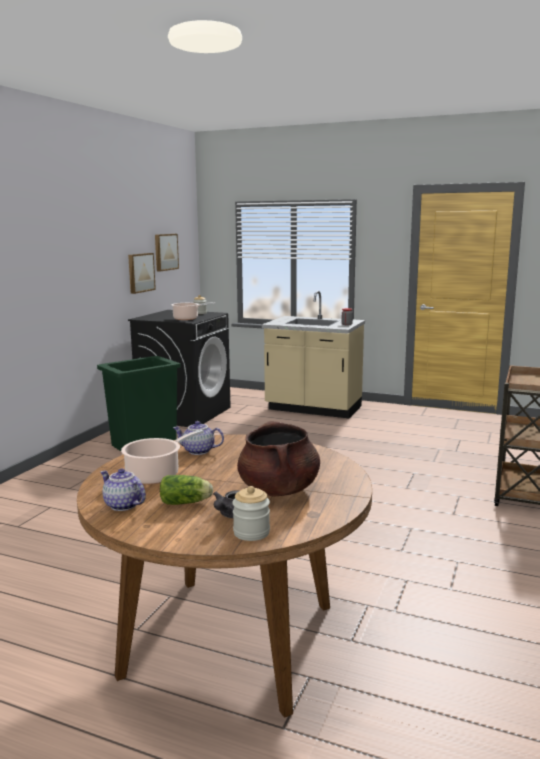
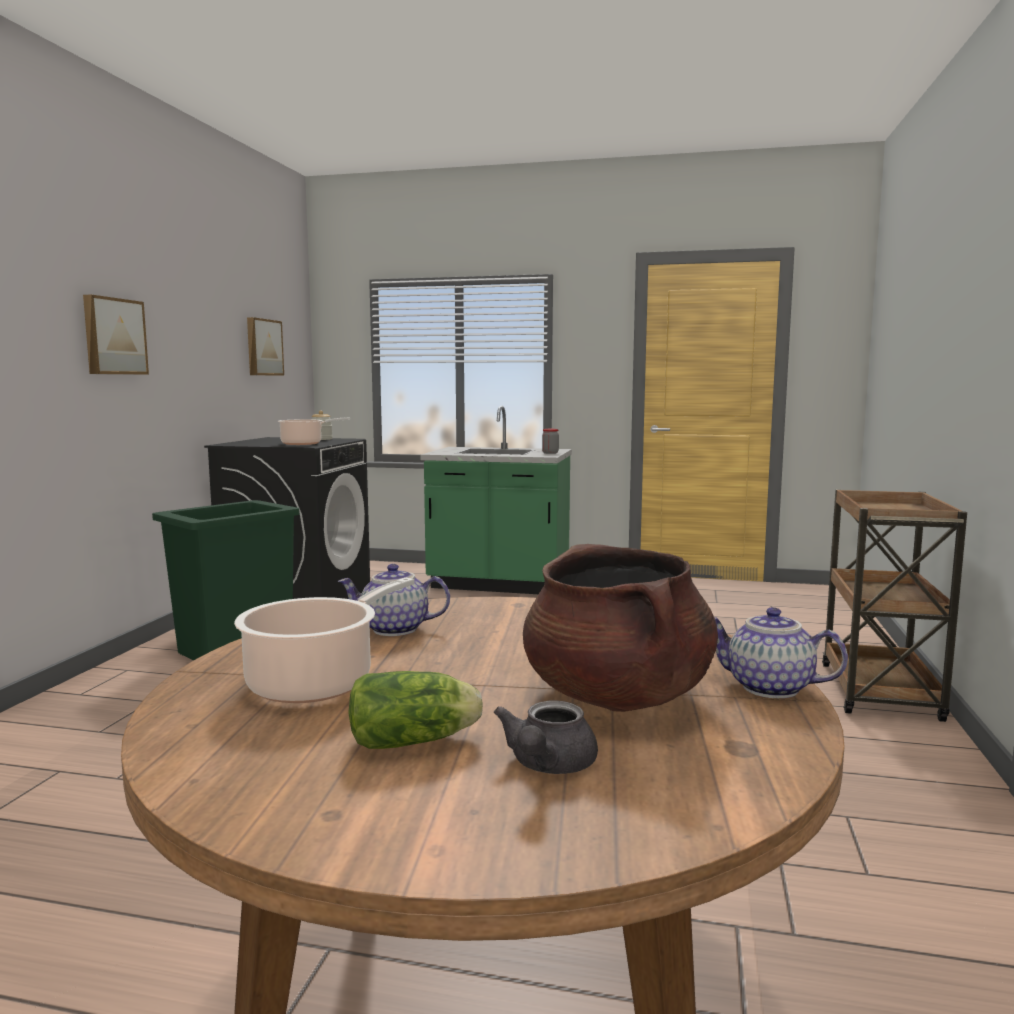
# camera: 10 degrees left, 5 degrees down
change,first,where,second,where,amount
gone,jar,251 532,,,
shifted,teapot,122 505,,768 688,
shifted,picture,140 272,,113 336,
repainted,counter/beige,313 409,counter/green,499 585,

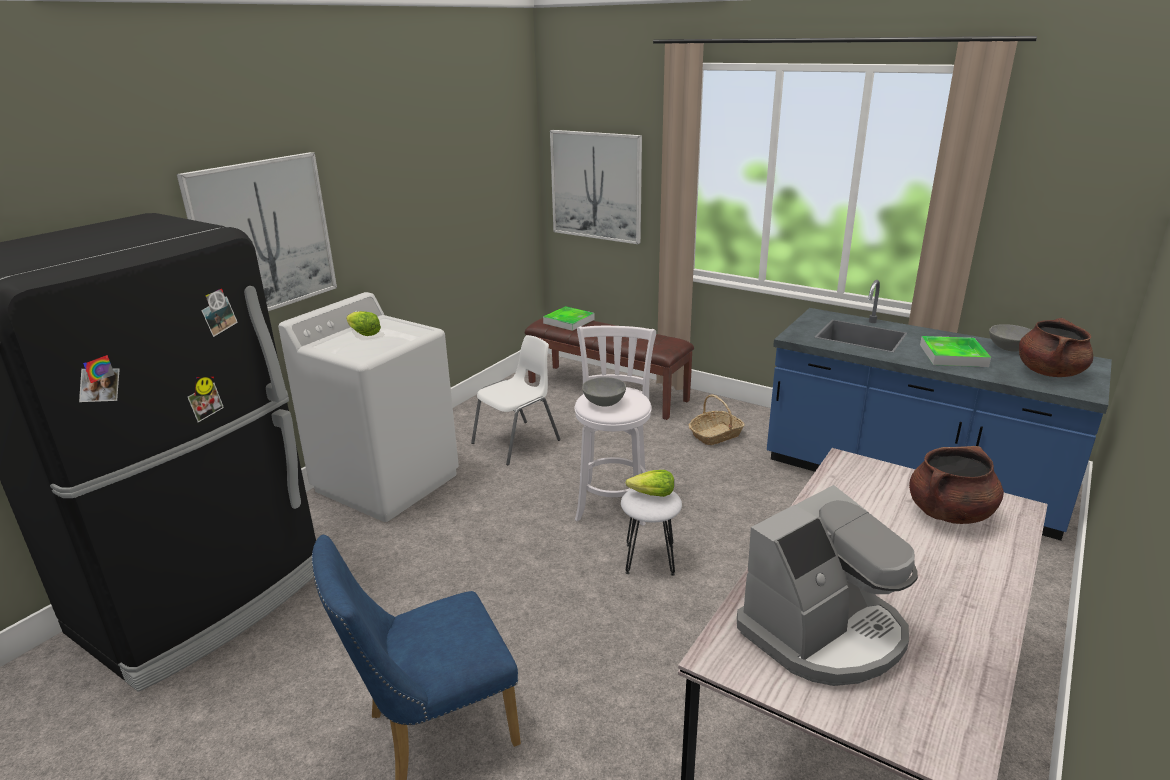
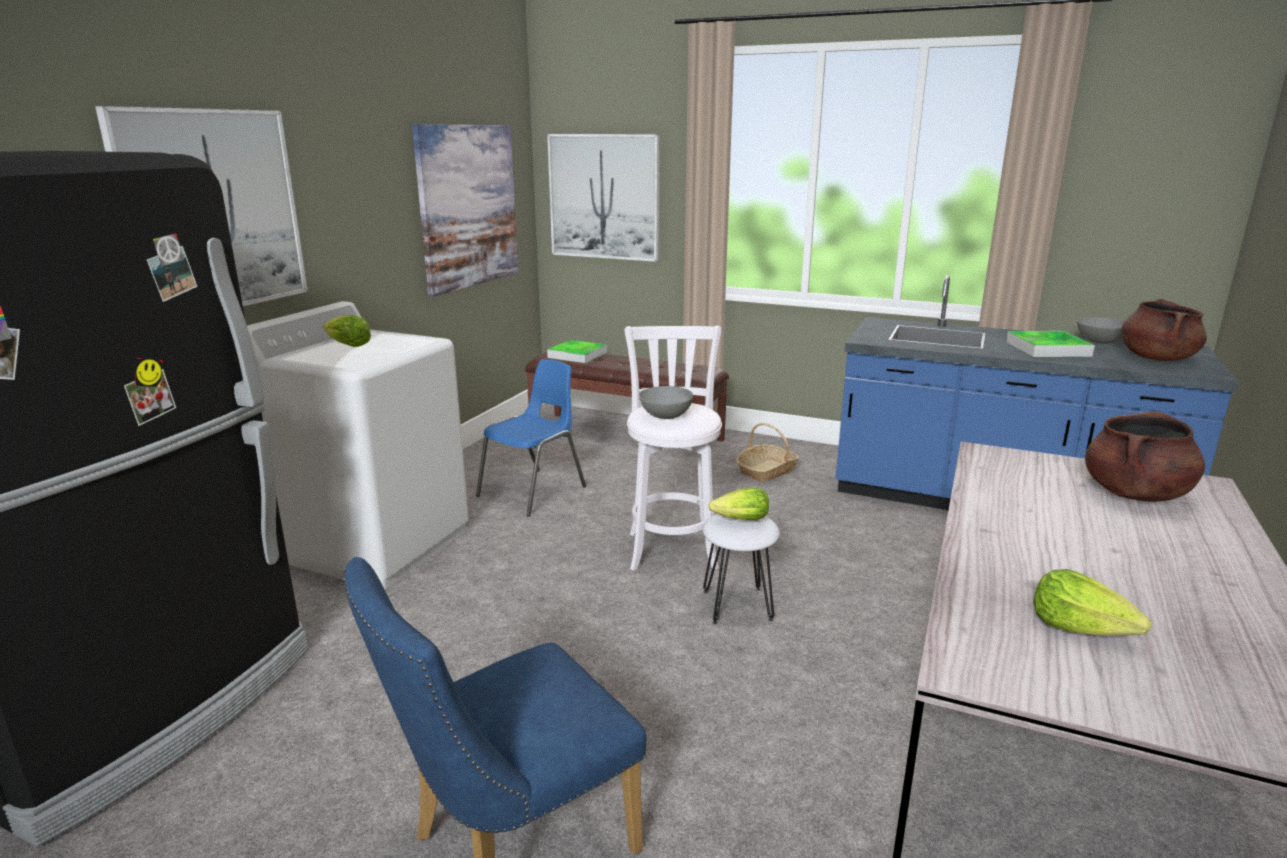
# camera: 10 degrees left, 5 degrees down
change,first,where,second,where,amount
new,,,picture,468 206,
swapped,coffee machine,824 632,lettuce,1080 628,
repainted,chair/white,518 442,chair/blue,534 491,

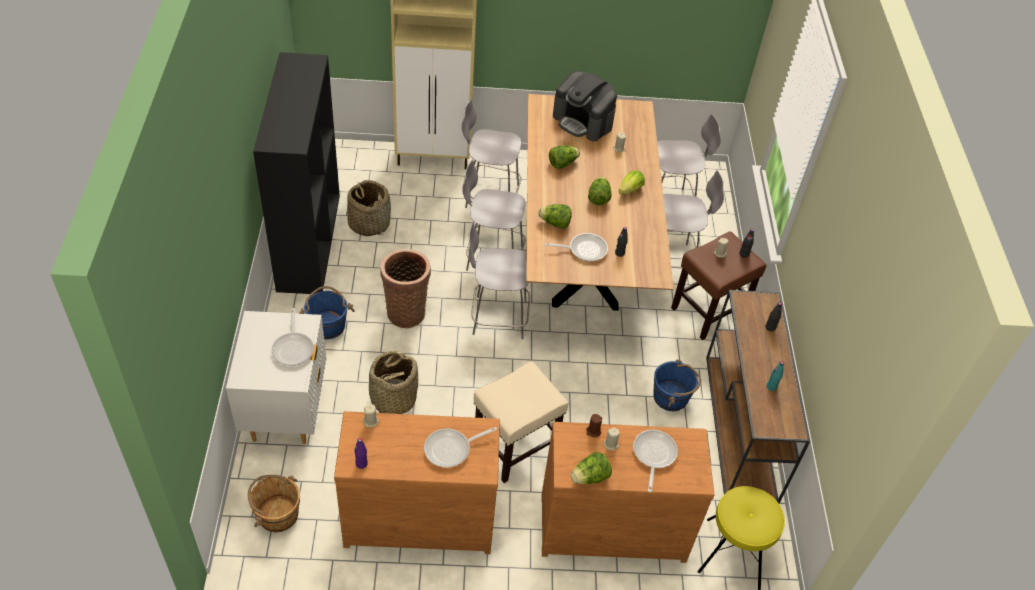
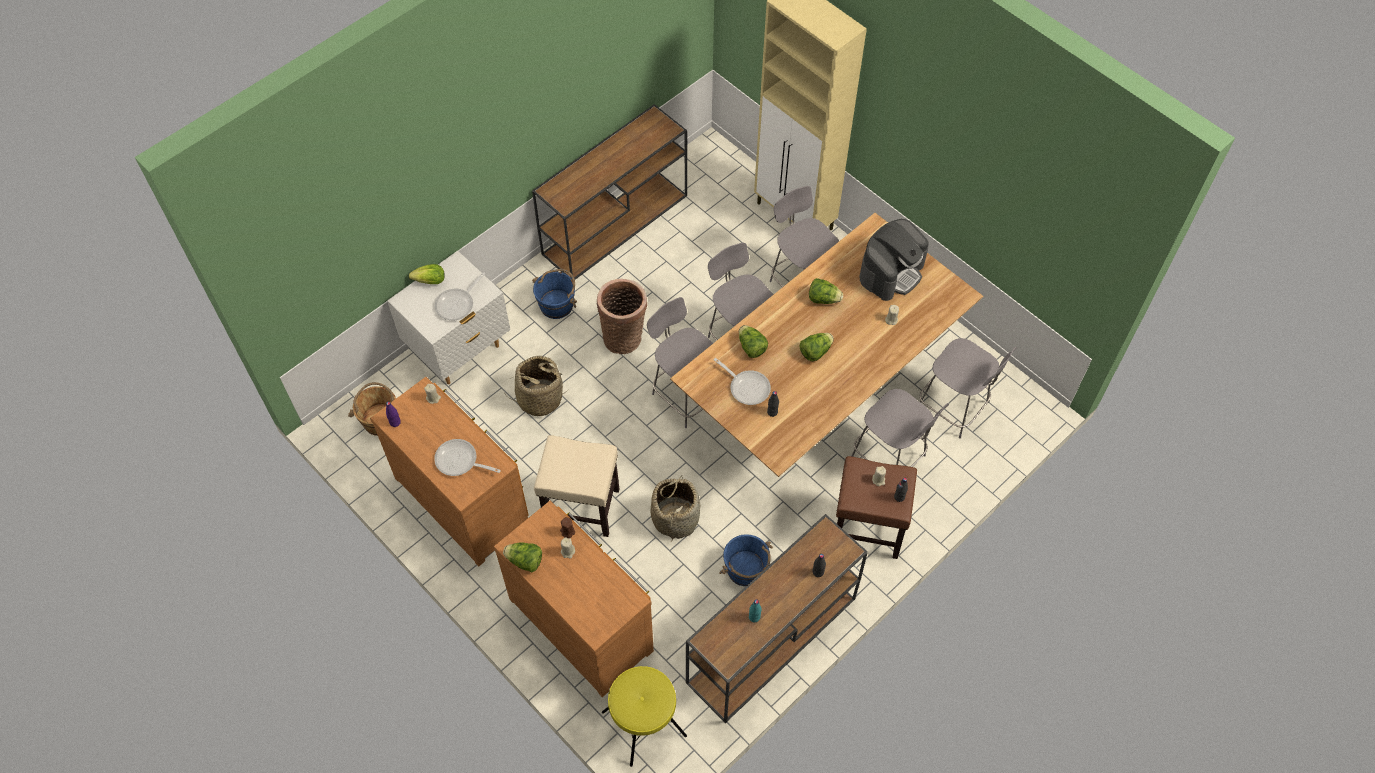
# camera: 50 degrees right, 10 degrees up
change,first,where,second,where,amount
gone,frying pan,653 455,,,
shifted,basket,369 223,,675 518,
shifted,lettuce,630 190,,430 281,
swapped,bookcase/black,308 241,console table/brown,616 223,
rotated,coffee machine,583 121,,891 272,135 degrees counterclockwise

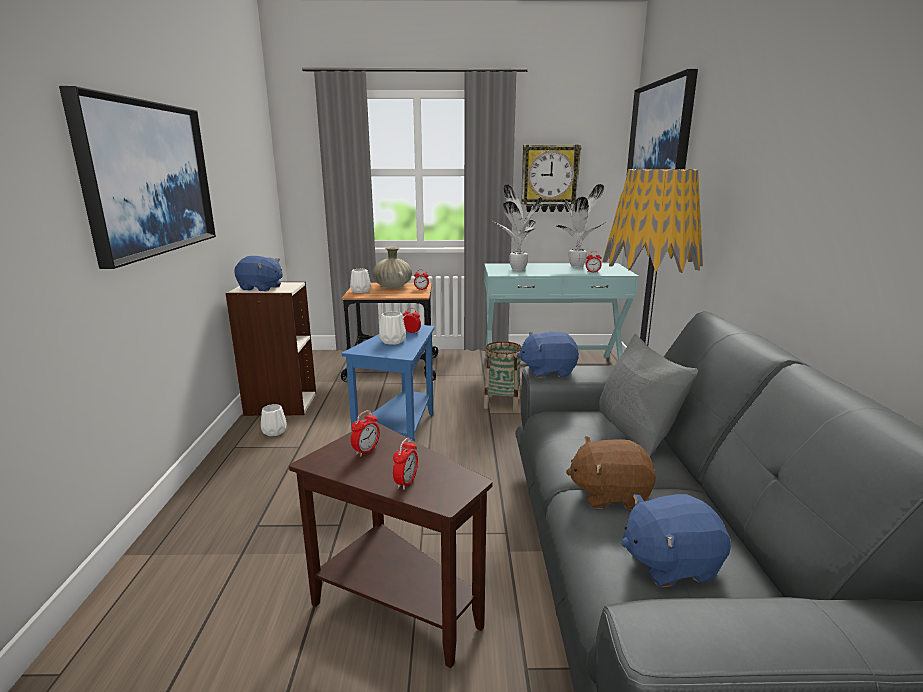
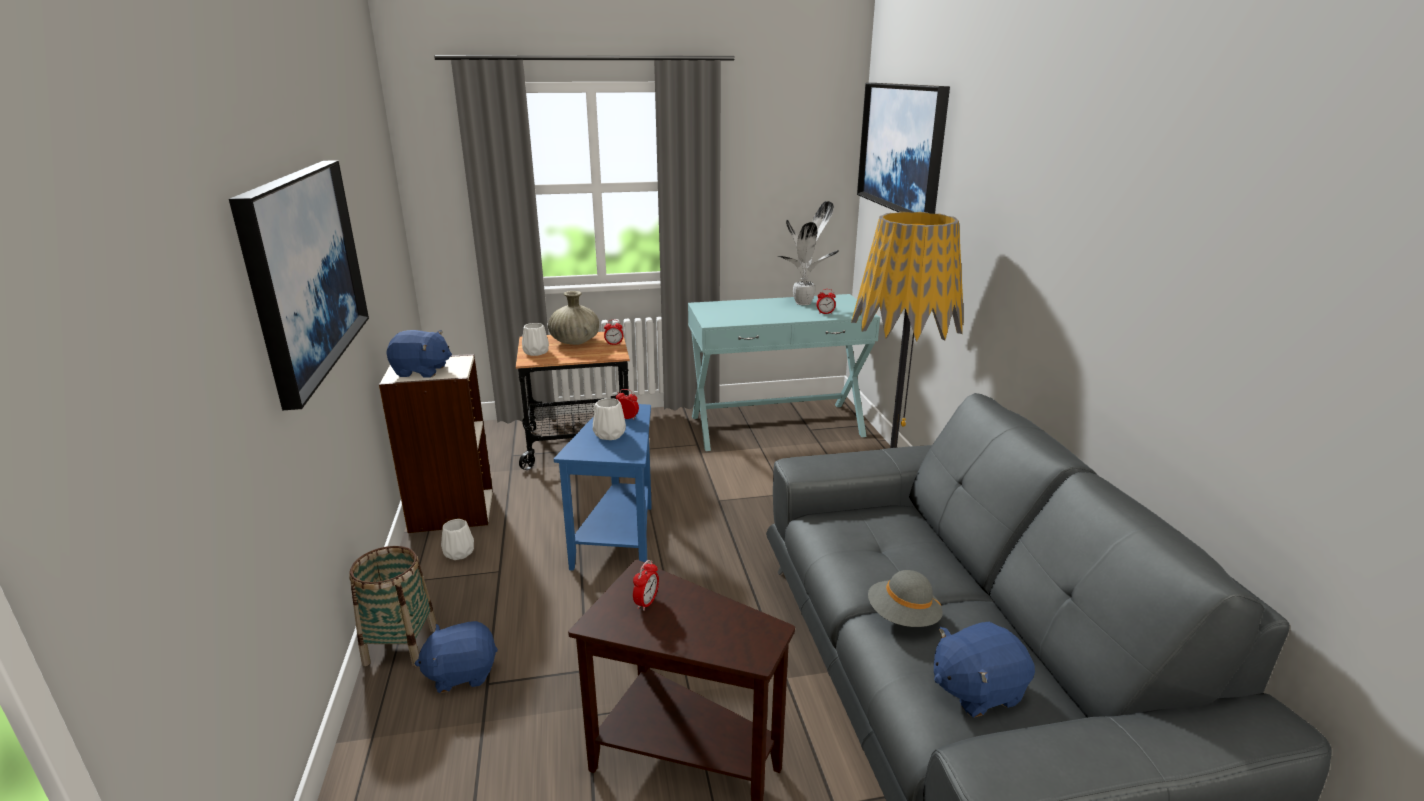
# camera: 10 degrees left, 5 degrees up
change,first,where,second,where,amount
gone,alarm clock,406 482,,,
gone,potted plant,517 269,,,
gone,wall clock,549 178,,,
gone,pillow/grey,635 433,,,
shifted,basket,502 403,,400 646,
shifted,plush toy/blue,548 371,,461 673,
swapped,plush toy/brown,609 494,hat/grey,902 617,

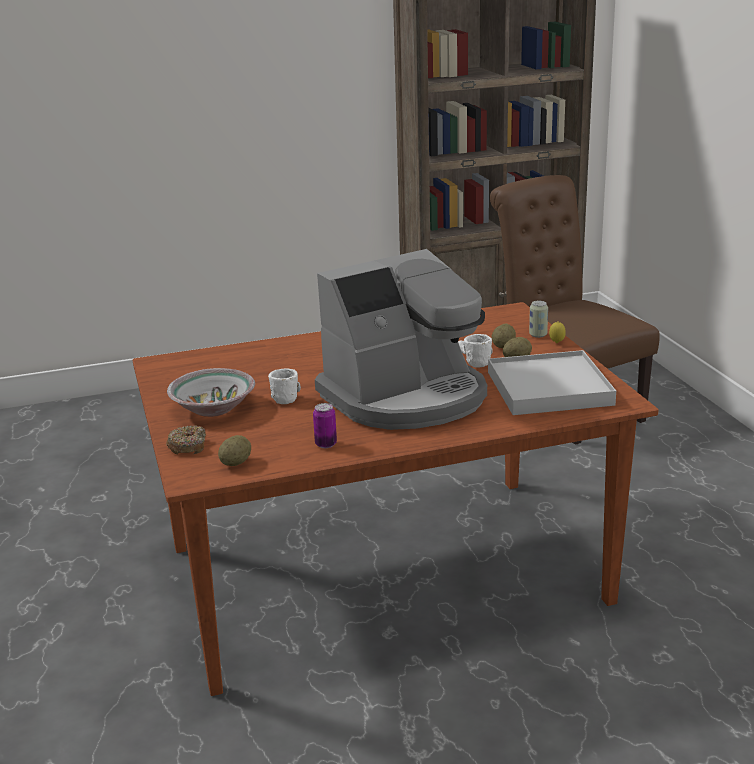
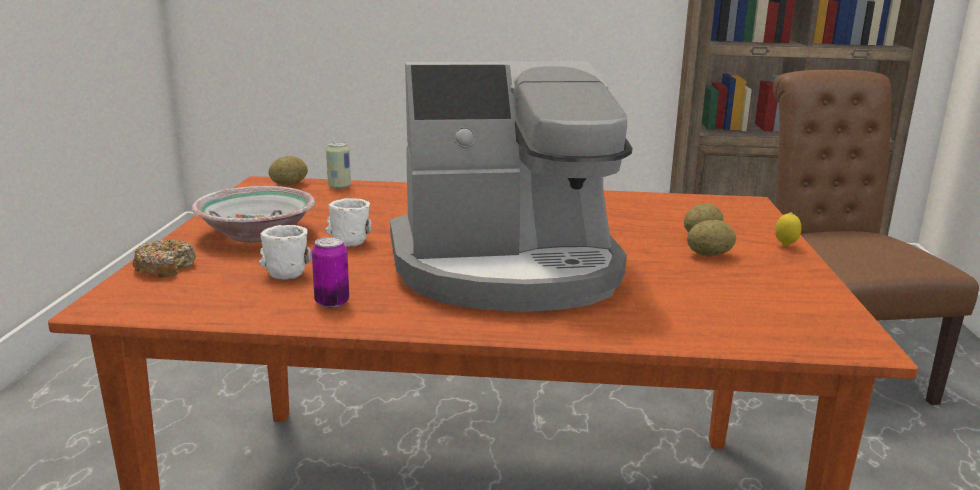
# camera: 20 degrees right, 5 degrees down
change,first,where,second,where,amount
gone,tray/white,549 388,,,
shifted,potato,236 463,,289 184,
shifted,mug/white,471 361,,283 269,
shifted,can,538 335,,339 186,

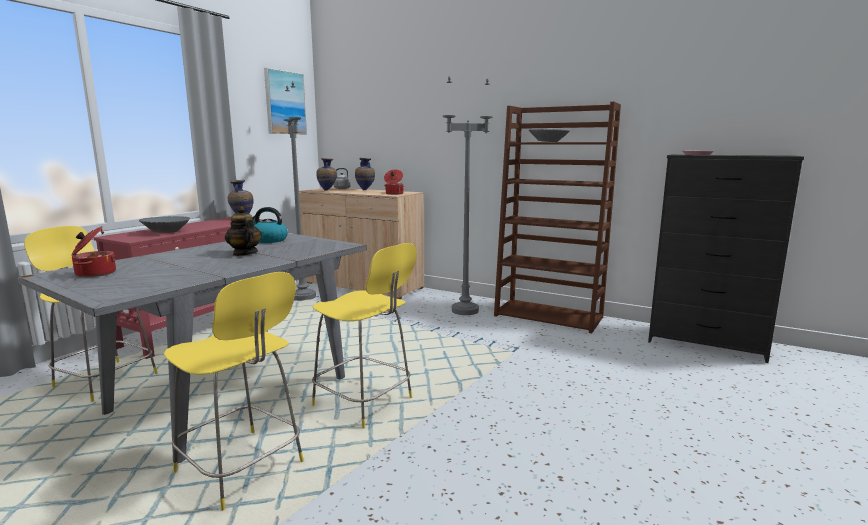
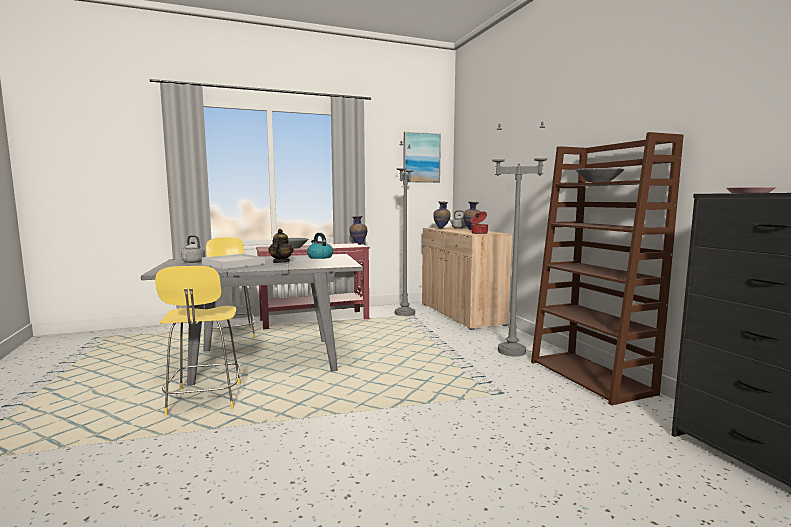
# camera: 40 degrees right, 5 degrees down
change,first,where,second,where,amount
gone,stool/yellow,365 403,,,
new,,,tray/white,233 264,
swapped,cooking pot,94 273,kettle/grey,192 262,

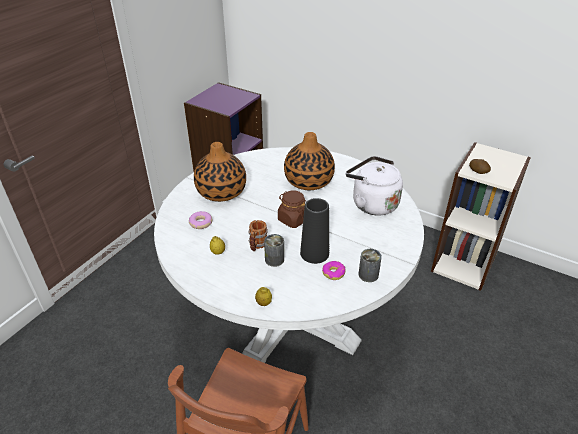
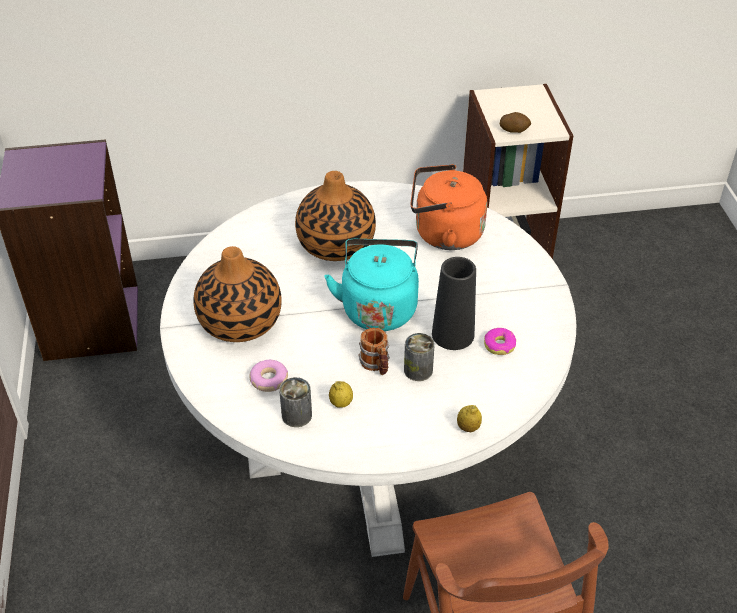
# camera: 40 degrees left, 5 degrees up
change,first,where,second,where,amount
shifted,can,368 275,,296 415,
swapped,jar/brown,292 219,kettle/turquoise,378 307,
repainted,kettle/white,372 203,kettle/orange,444 234,

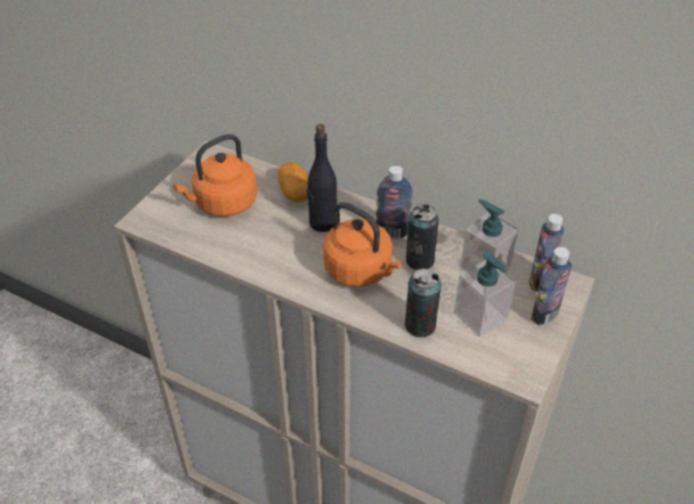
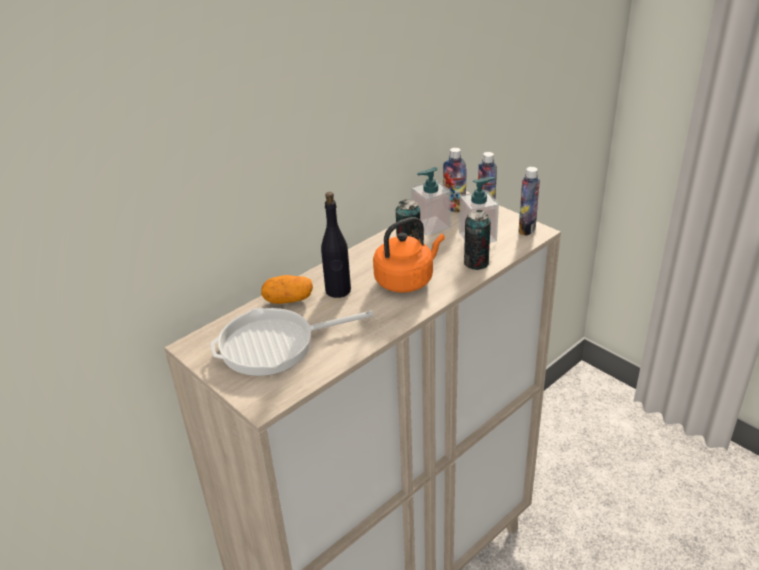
# camera: 70 degrees left, 10 degrees down
change,first,where,second,where,amount
shifted,bottle,392 232,,527 229,
swapped,kettle/orange,223 204,frying pan,274 345,

